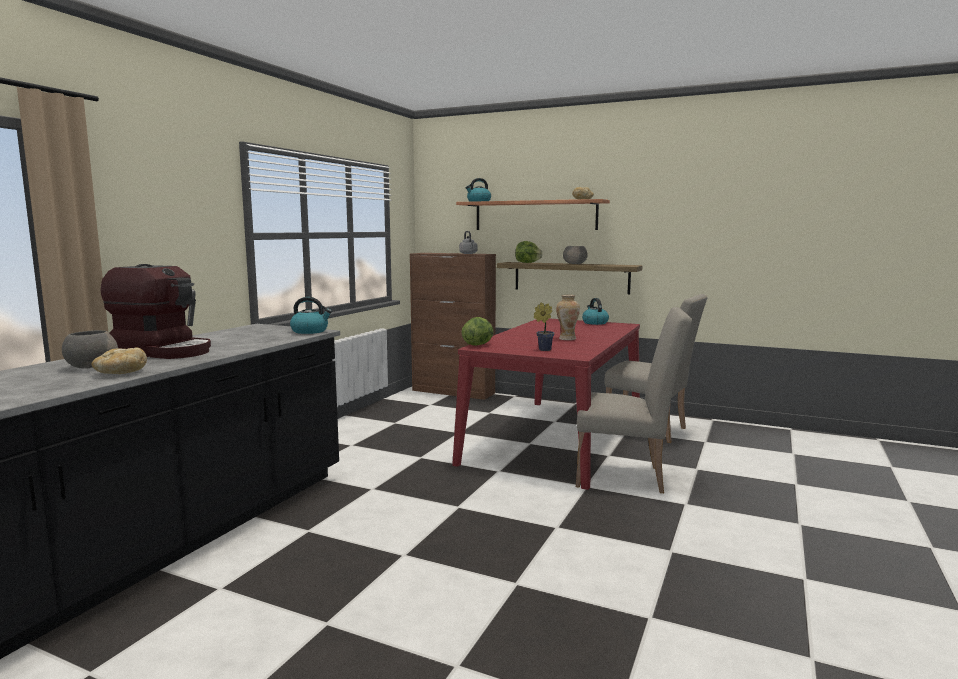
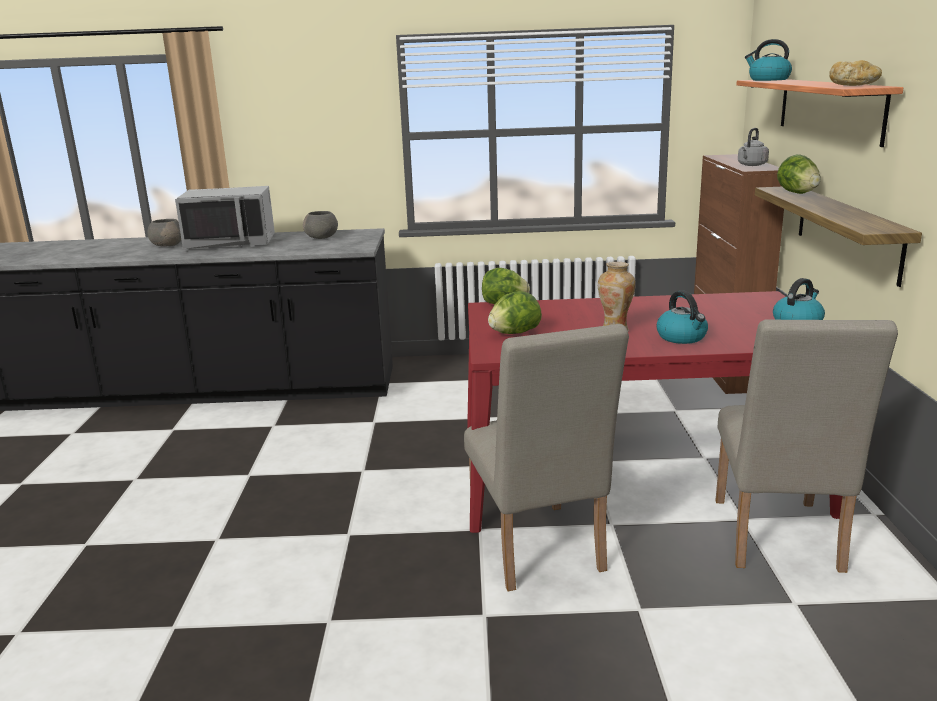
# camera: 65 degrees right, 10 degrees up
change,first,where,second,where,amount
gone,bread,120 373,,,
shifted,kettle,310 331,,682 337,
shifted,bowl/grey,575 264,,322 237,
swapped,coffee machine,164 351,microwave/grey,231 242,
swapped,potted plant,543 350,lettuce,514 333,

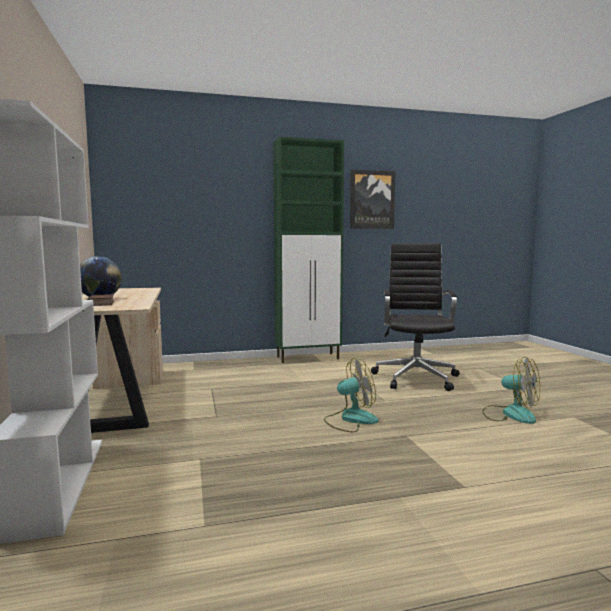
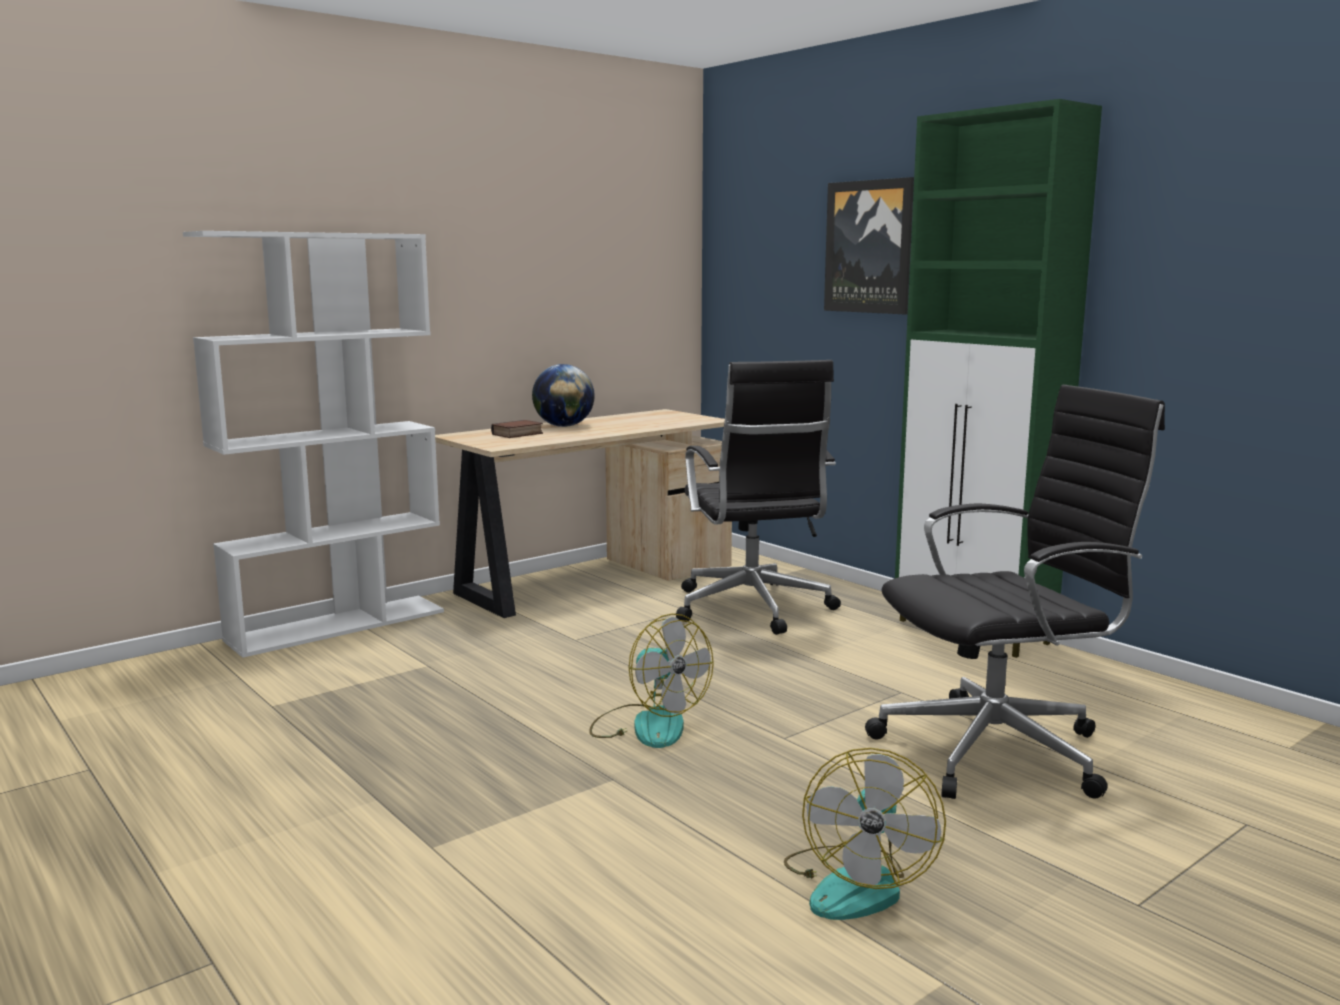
# camera: 65 degrees right, 5 degrees up
change,first,where,second,where,amount
new,,,office chair/black,752 609,
shifted,picture,372 200,,869 247,

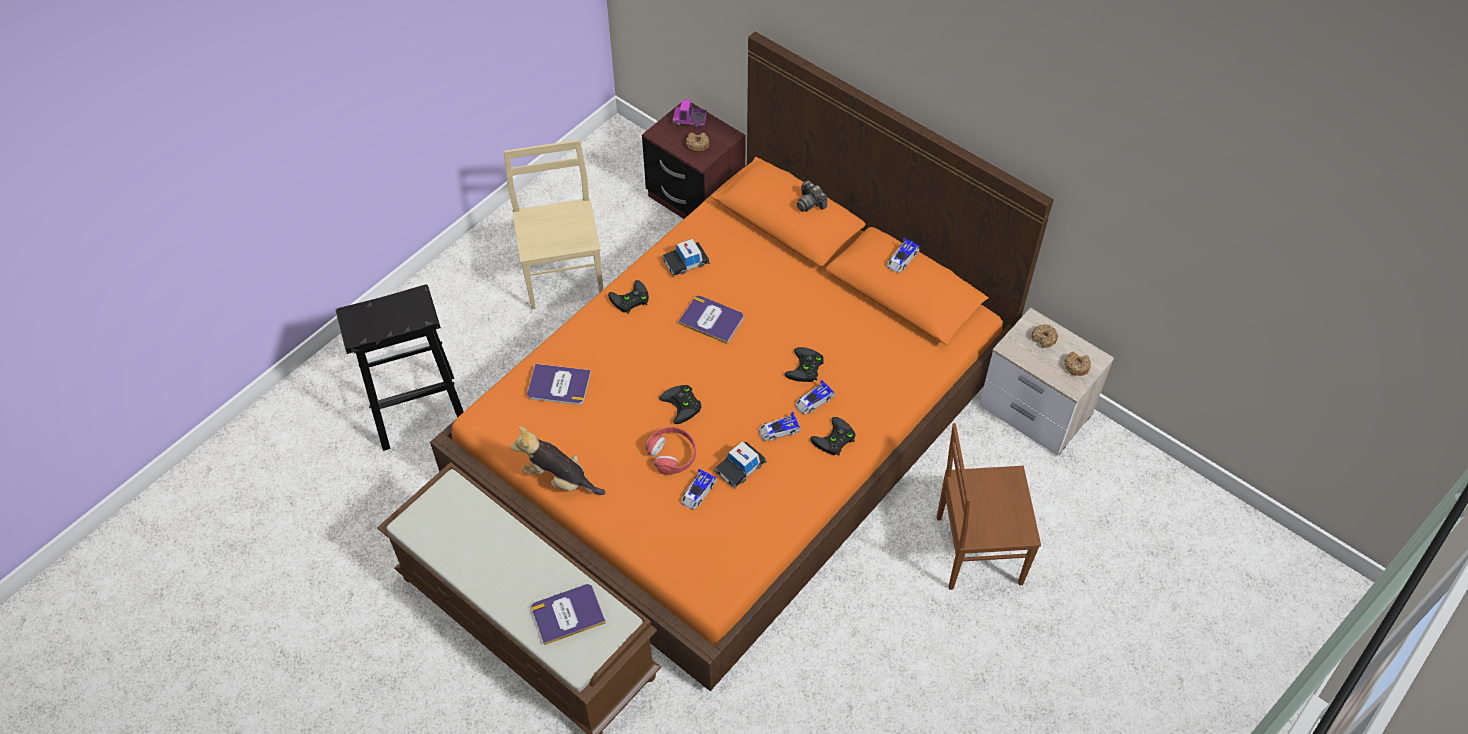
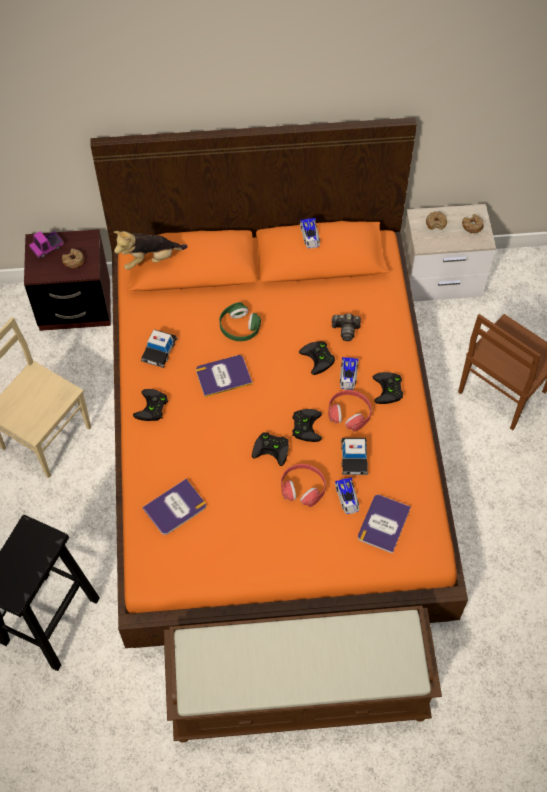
# camera: 45 degrees left, 5 degrees up
change,first,where,second,where,amount
new,,,headphones/green,239 327,
new,,,game controller/black,305 425,
shifted,plush toy,559 479,,150 259,
shifted,book,568 614,,383 523,
shifted,photo camera,810 203,,346 330,
swapped,toy car,779 430,headphones/red,349 413,

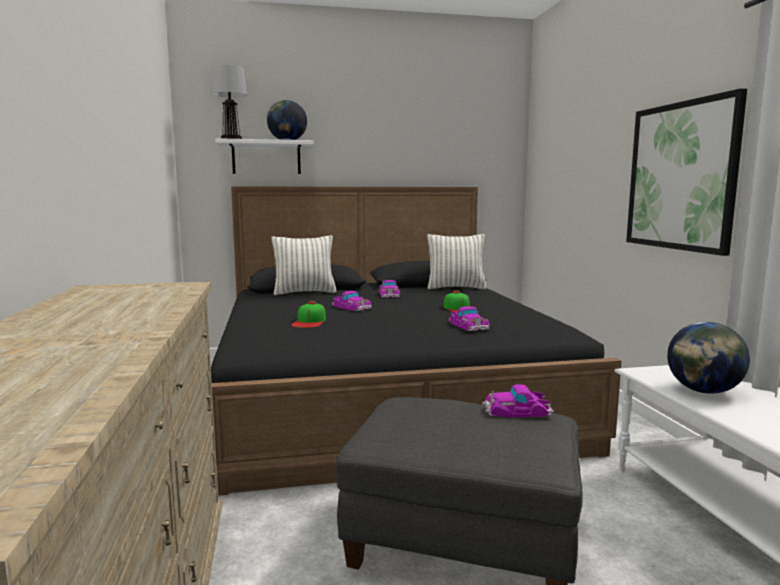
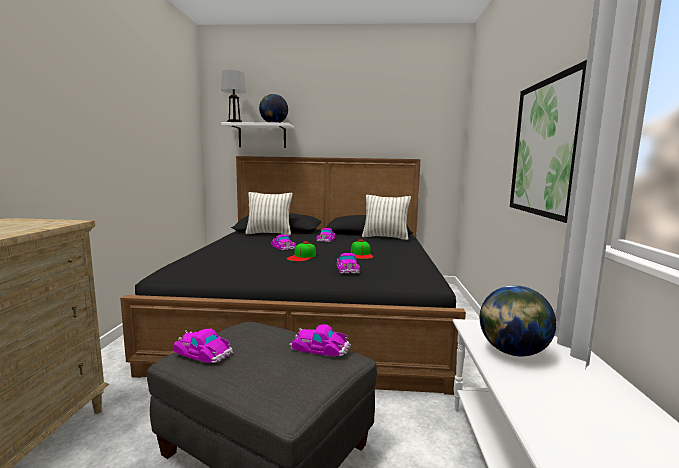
# camera: 15 degrees right, 0 degrees up
change,first,where,second,where,amount
new,,,toy car,203 351,
shifted,cap,309 322,,302 257,

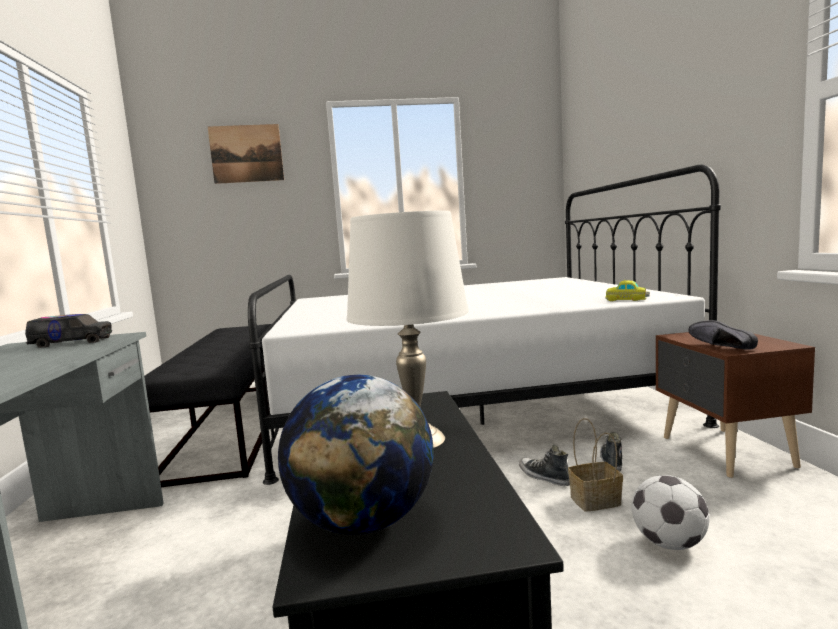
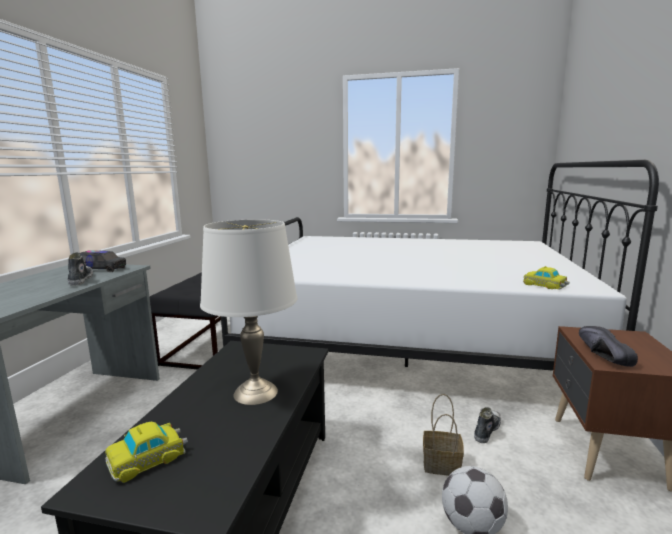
# camera: 20 degrees right, 5 degrees up
change,first,where,second,where,amount
gone,picture,246 153,,,
shifted,shoe,544 477,,80 280,
swapped,globe,364 522,toy car,148 458,

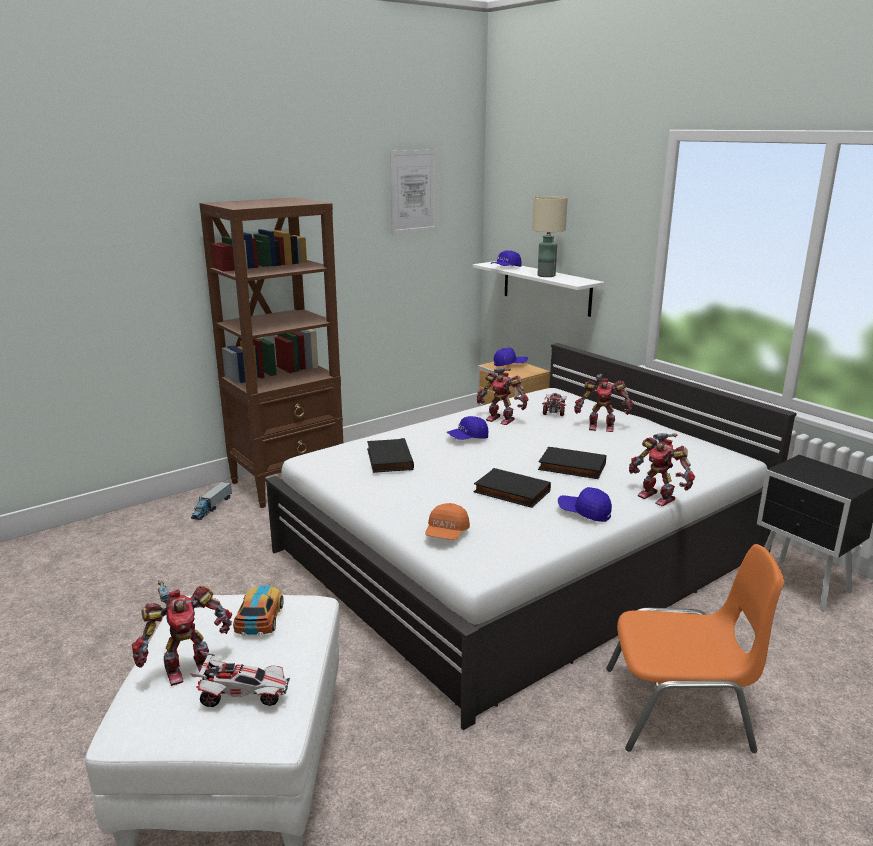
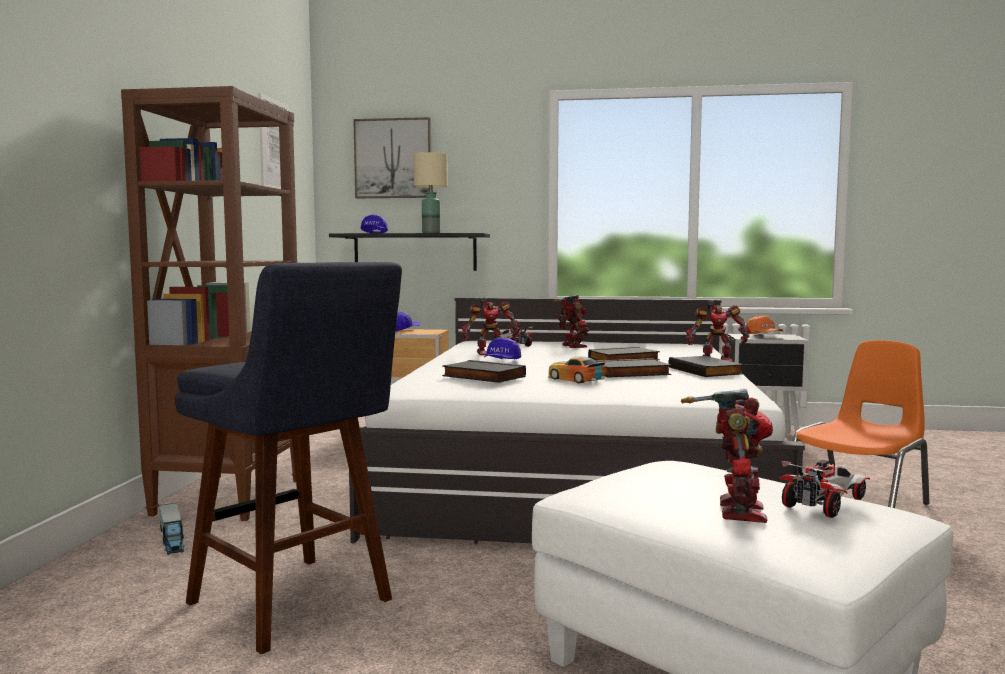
# camera: 45 degrees left, 15 degrees down
change,first,where,second,where,amount
new,,,stool/blue,296 605,
new,,,picture,393 158,
shifted,toy car,260 617,,575 379,
shifted,cap/orange,446 534,,763 335,
swapped,cap/blue,584 513,book/black,706 371,
repainted,shelf/white,546 288,shelf/black,415 252,
rotated,toy robot,601 427,,572 346,75 degrees counterclockwise

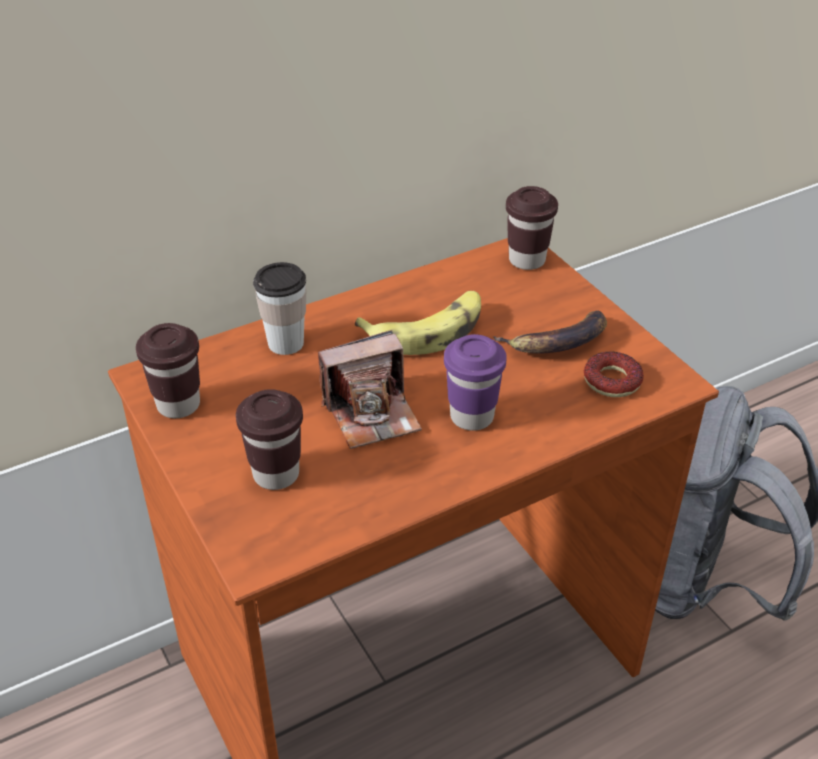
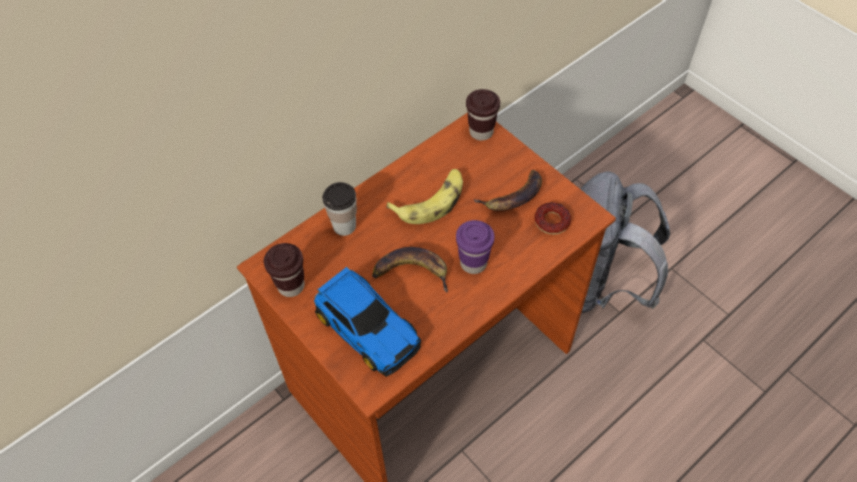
# camera: 10 degrees left, 15 degrees up
change,first,where,second,where,amount
swapped,cup/brown,276 474,toy car,366 326,
swapped,photo camera,371 413,banana,412 271,

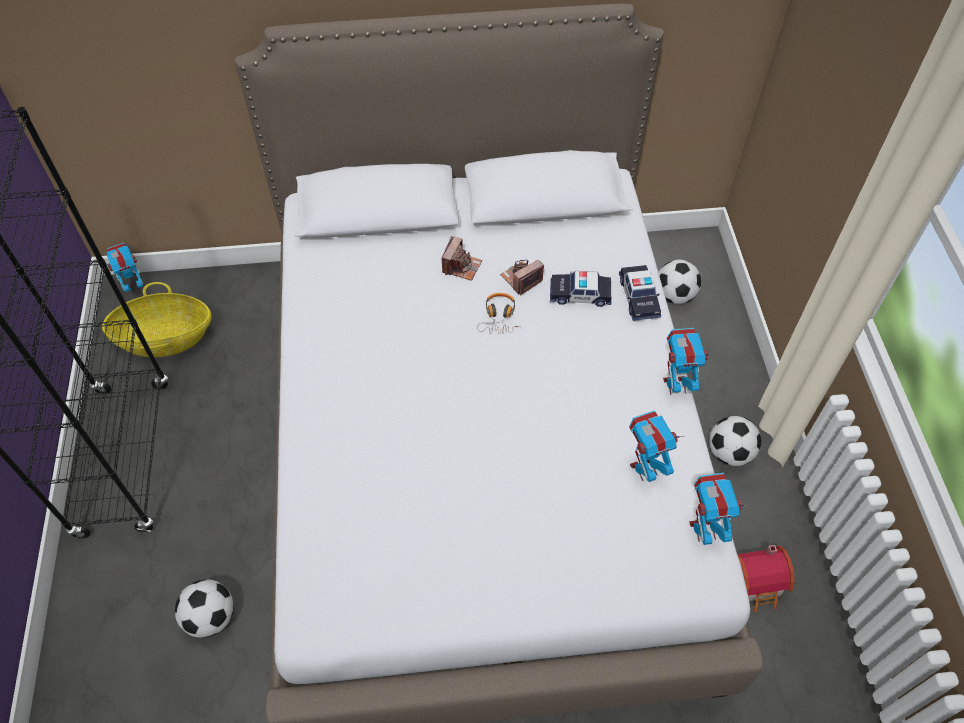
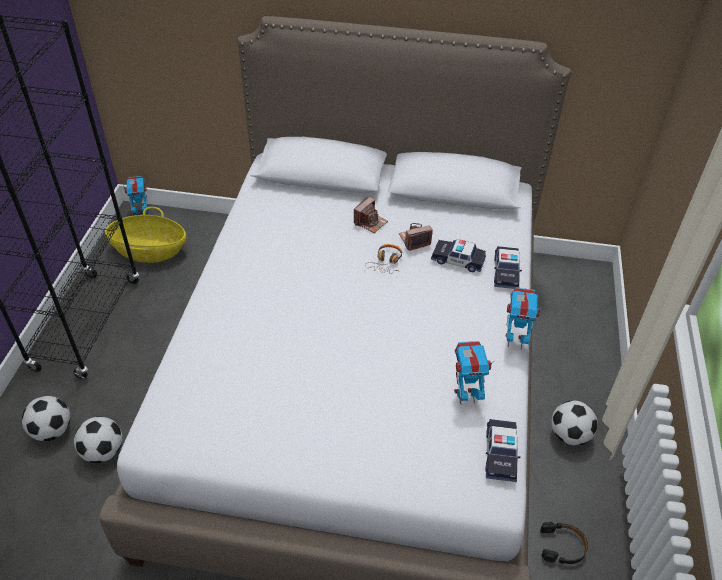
# camera: 15 degrees right, 10 degrees down
change,first,where,second,where,amount
shifted,football,674 295,,52 431,
swapped,toy robot,703 529,toy car,500 454,
swapped,toy house,757 583,headphones/black,562 546,

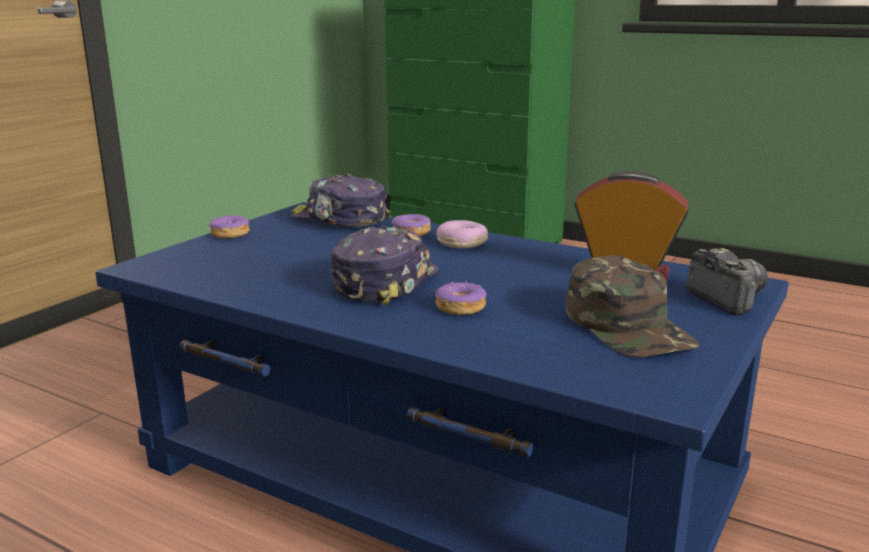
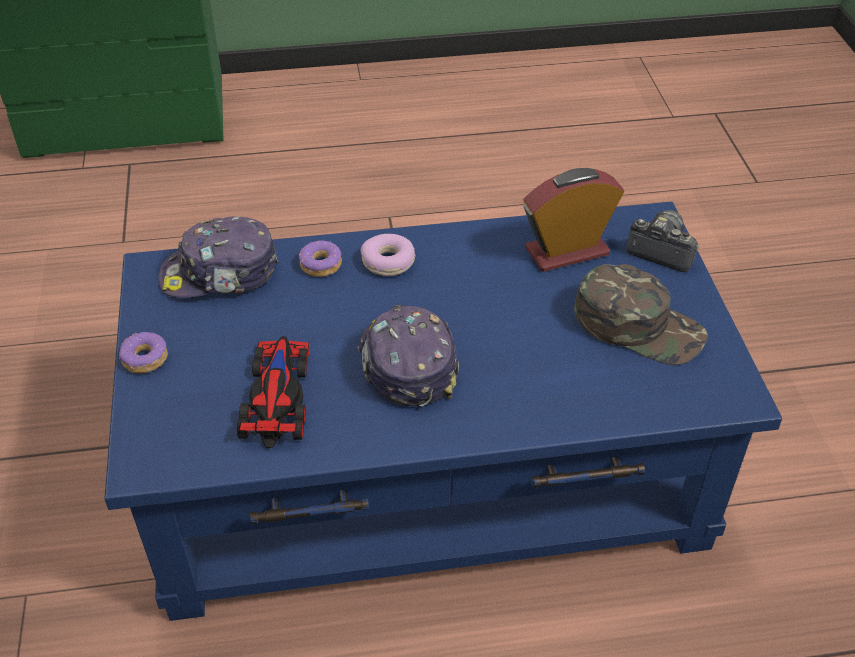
# camera: 40 degrees left, 25 degrees up
change,first,where,second,where,amount
gone,donut,460 307,,,
new,,,toy car,277 394,

